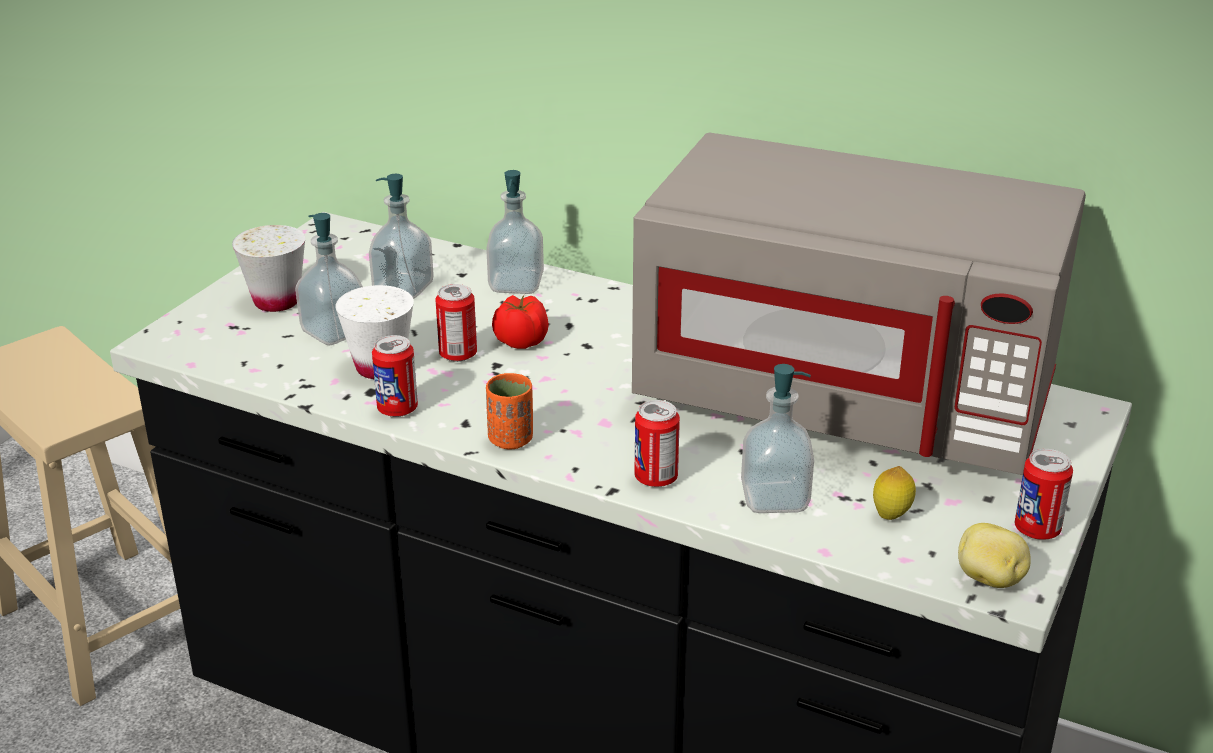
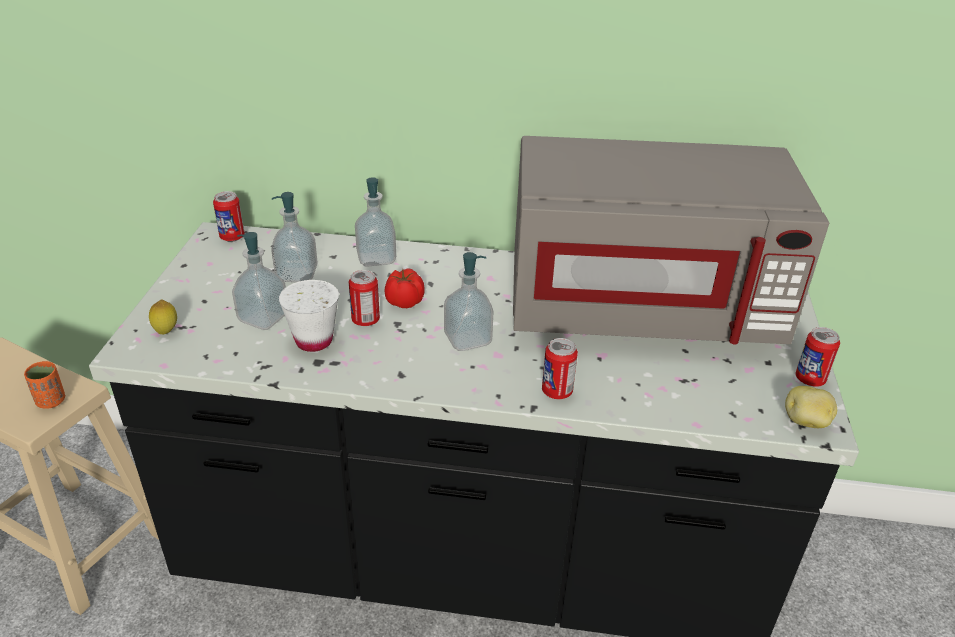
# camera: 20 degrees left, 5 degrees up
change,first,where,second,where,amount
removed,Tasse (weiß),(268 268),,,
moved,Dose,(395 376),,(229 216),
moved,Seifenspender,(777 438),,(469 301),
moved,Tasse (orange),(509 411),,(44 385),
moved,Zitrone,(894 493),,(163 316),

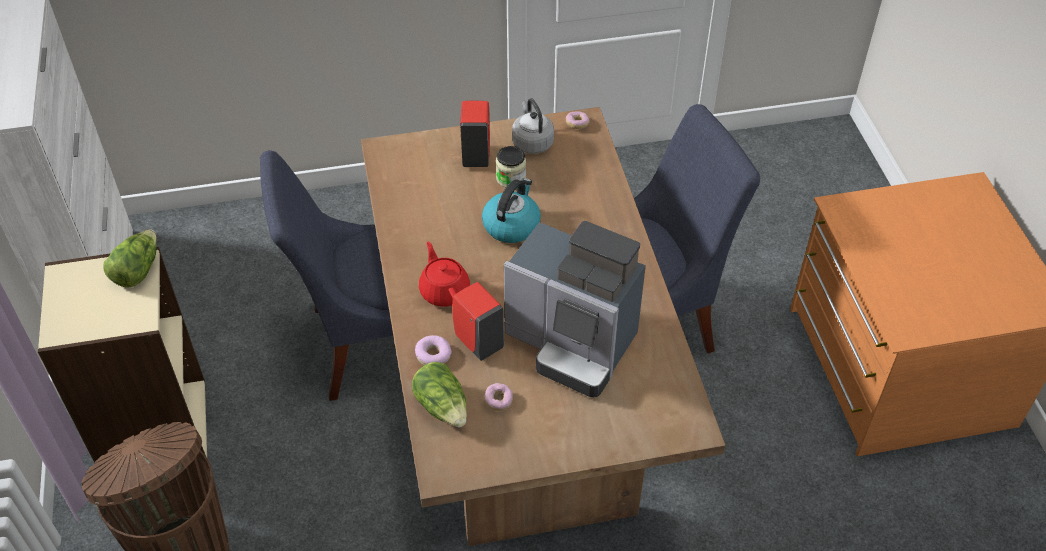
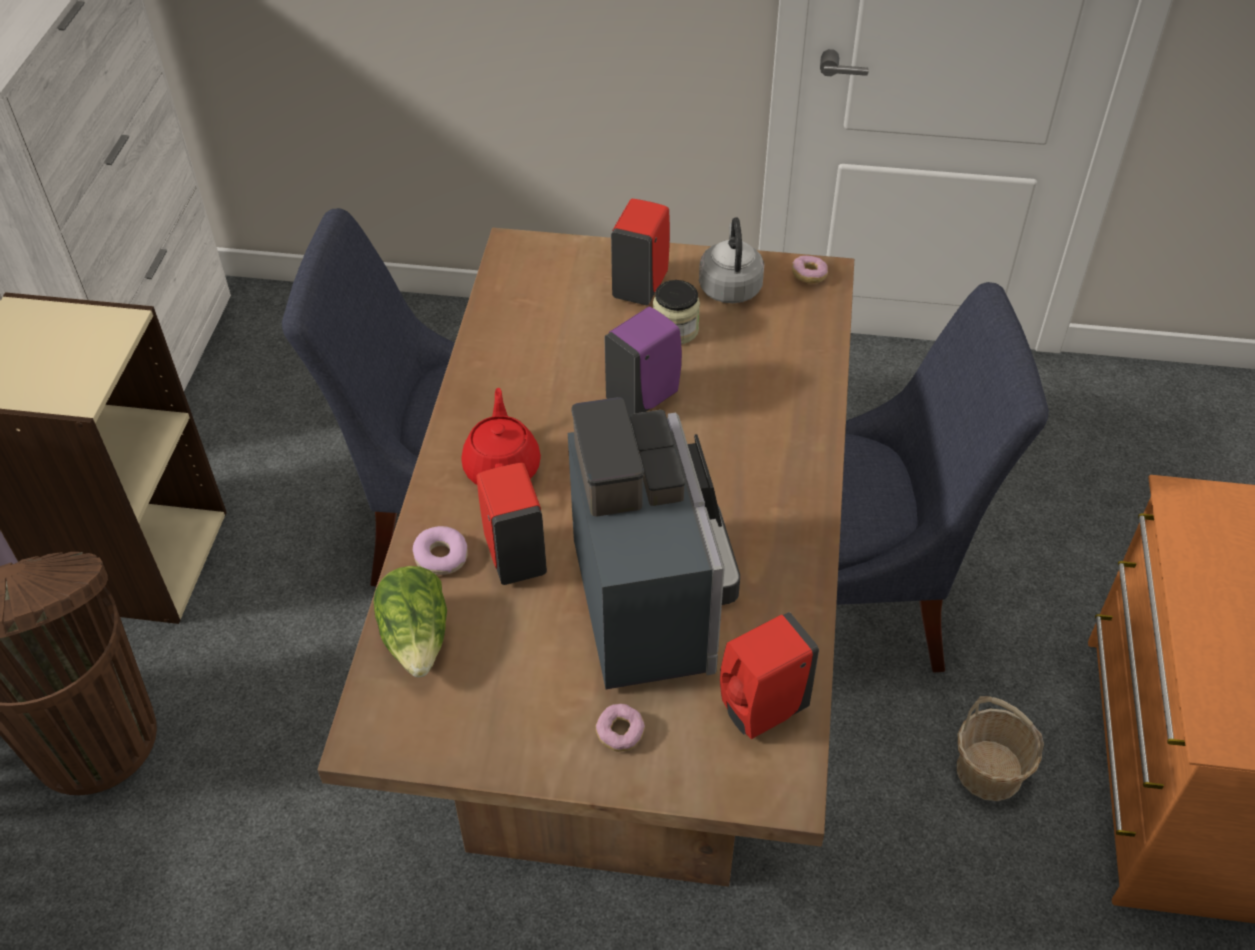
# camera: 20 degrees right, 0 degrees up
change,first,where,second,where,amount
replaced,Wasserkessel,(511 210),Seifenspender (lila),(643 361),
turned,Kaffeemaschine,(575 309),,(654 543),150 degrees counterclockwise
removed,Salatkopf,(130 258),,,
moved,Donut,(498 397),,(620 728),
added,,,Seifenspender (rot),(769 675),
added,,,Korb,(1000 748),

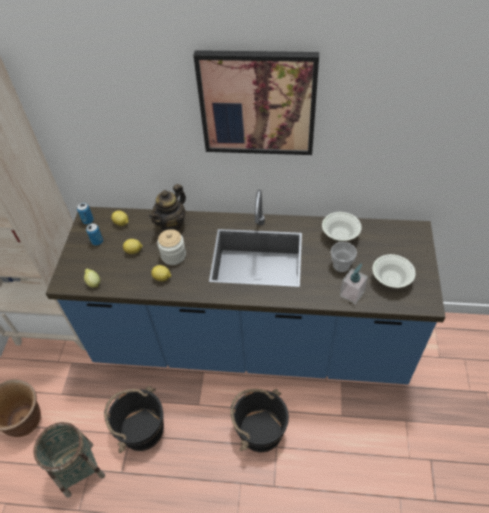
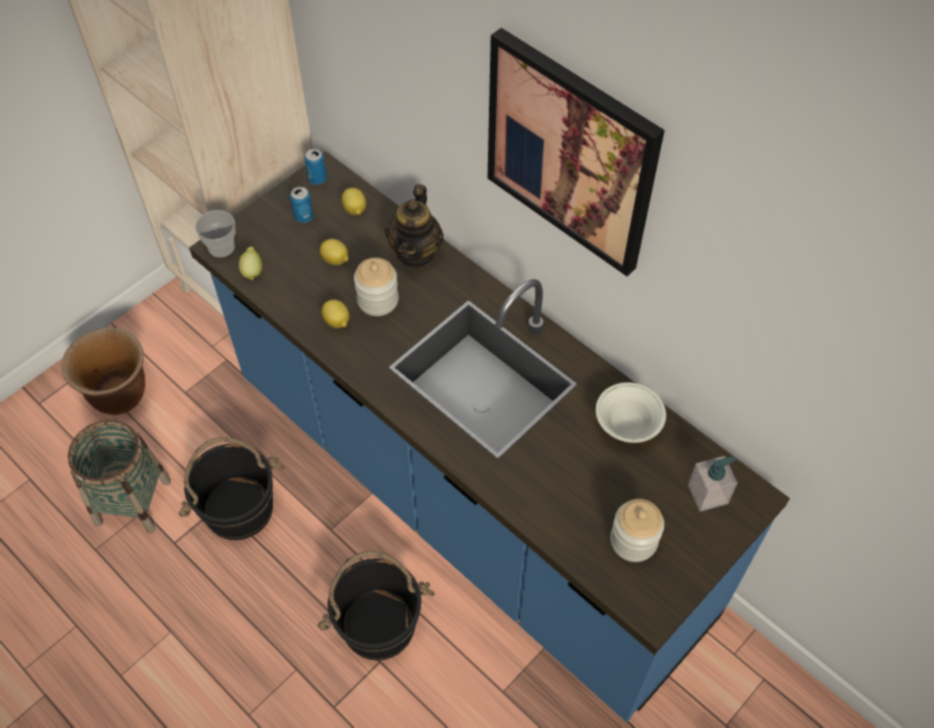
# camera: 35 degrees right, 5 degrees up
change,first,where,second,where,amount
turned,Teekanne,(167 207),,(414 226),60 degrees counterclockwise
moved,Tasse,(344 257),,(215 234),
replaced,Schüssel (weiß),(394 271),Vorratsglas,(637 530),
moved,Seifenspender,(354 284),,(713 484),

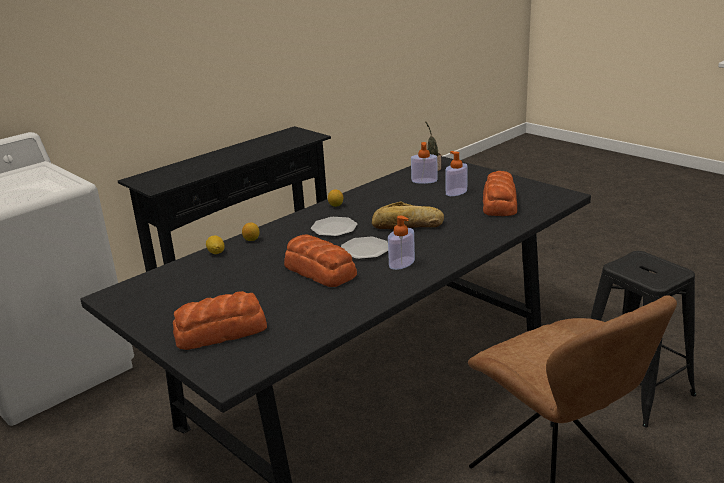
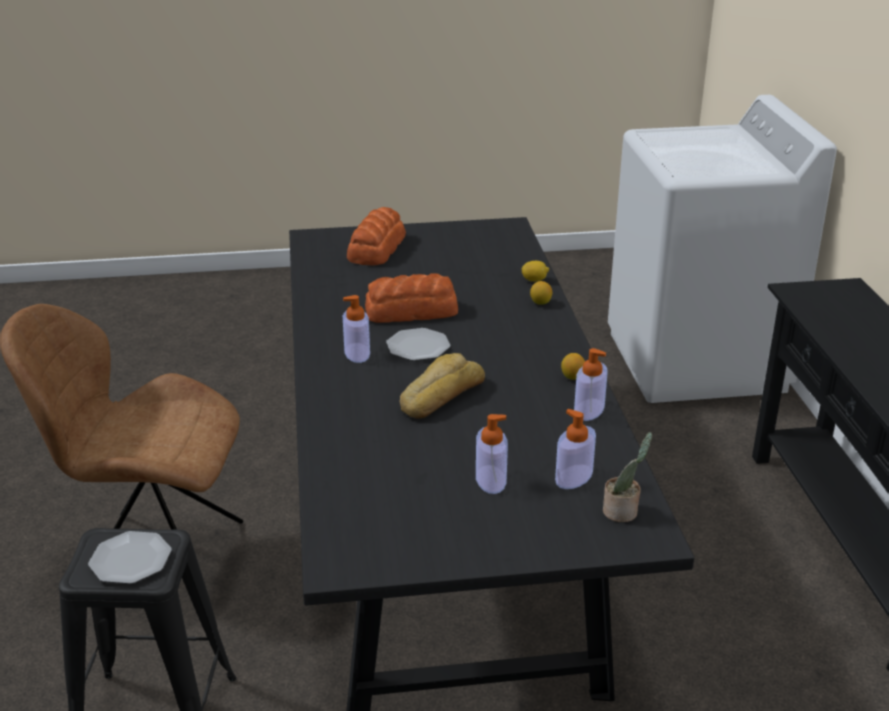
# camera: 125 degrees right, 5 degrees up
change,first,where,second,where,amount
removed,Brot,(500 193),,,
moved,Teller,(334 227),,(130 557),
added,,,Seifenspender,(591 384),

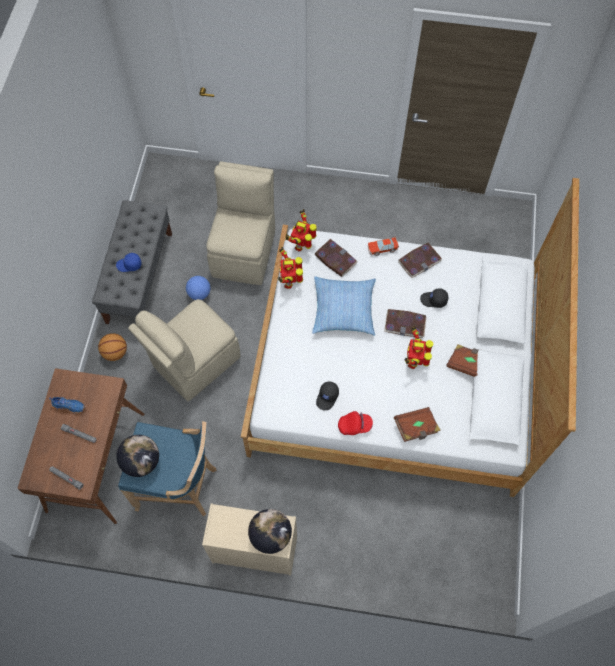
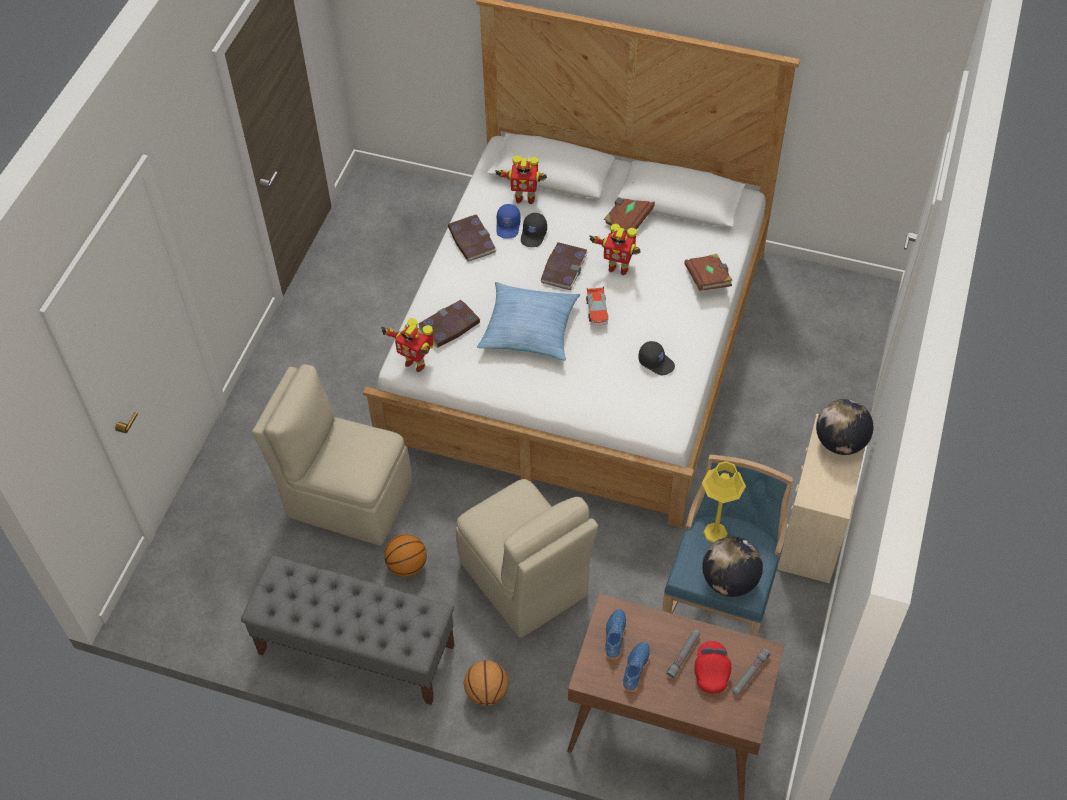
# camera: 80 degrees left, 10 degrees down
change,first,where,second,where,amount
moved,Spielzeugauto,(383 246),,(597 306),
moved,Spielzeugroboter,(290 268),,(521 180),
moved,Kappe (blau),(129 262),,(508 221),
replaced,Fußball,(198 288),Basketball,(405 555),
moved,Kappe (rot),(355 423),,(712 667),
added,,,Tischlampe (gelb),(724 502),
added,,,Schuh (blau),(615 634),

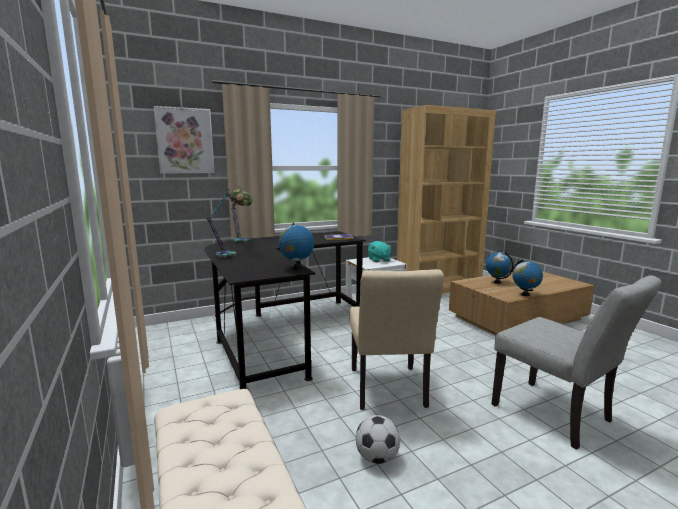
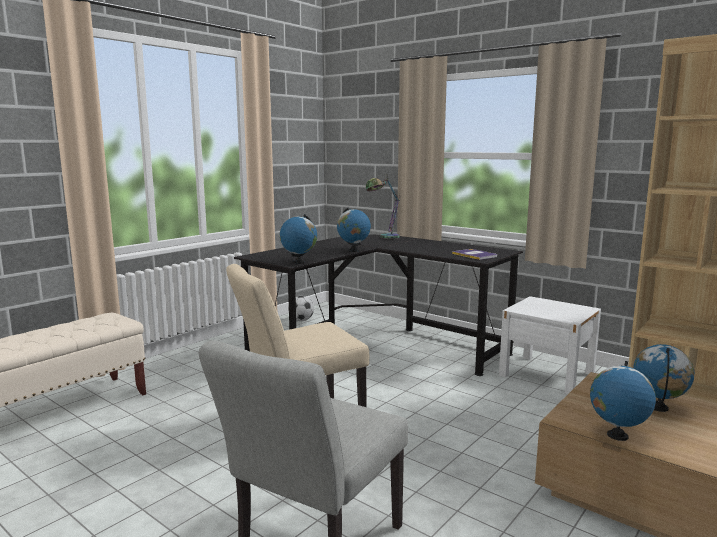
# camera: 65 degrees right, 0 degrees up
change,first,where,second,where,amount
removed,Bild,(184 140),,,
removed,Tischlampe,(228 224),,,
removed,Plüschtier (türkis),(380 251),,,
moved,Fußball,(378 439),,(301 308),
added,,,Globus,(354 230),

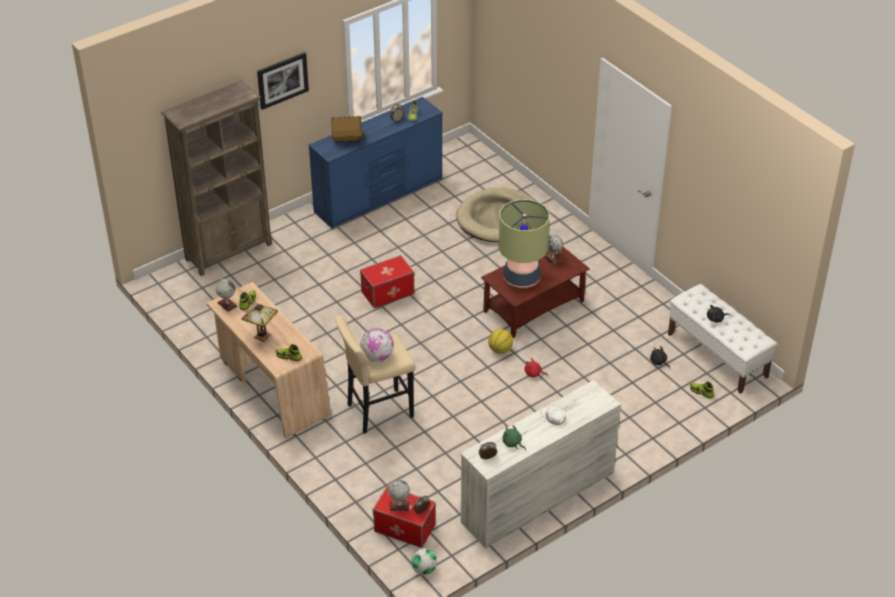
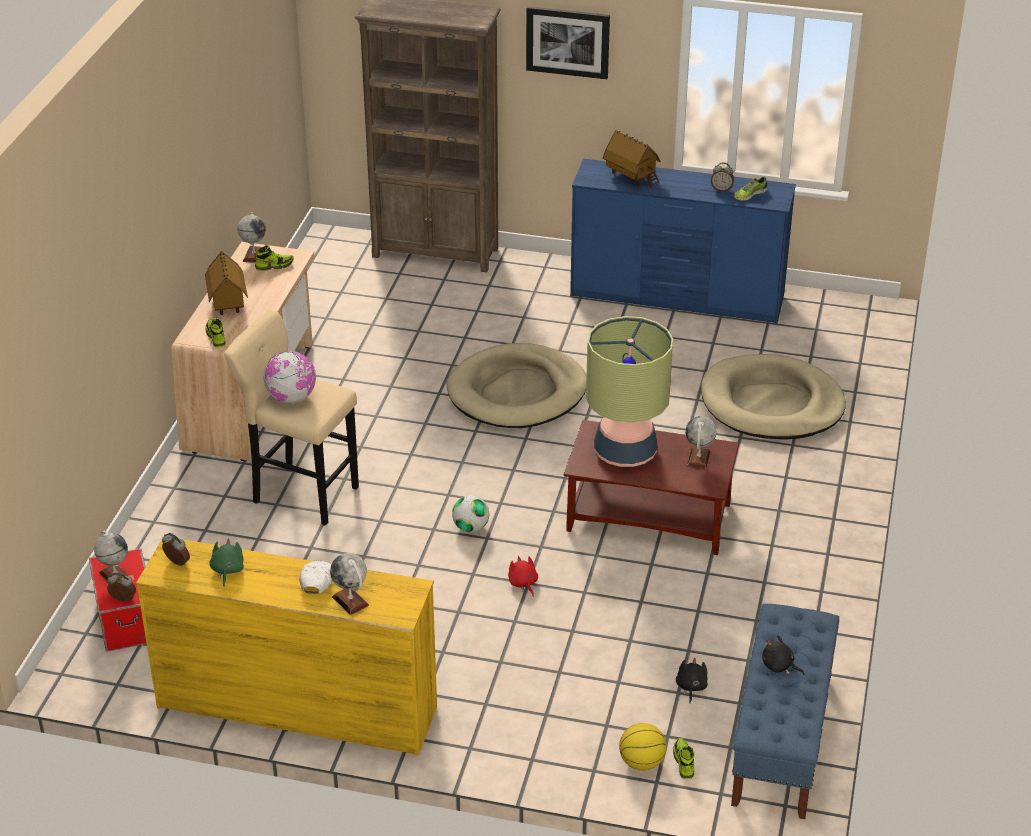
# camera: 50 degrees right, 5 degrees down
change,first,where,second,where,amount
replaced,Aufbewahrungsbox,(387 281),Hundebett (beige),(517 385),
recoloured,Bank (weiß),(722 339),Bank (blau),(785 711),
replaced,Tischlampe,(260 322),Spielzeughaus,(226 283),
moved,Basketball,(500 341),,(643 747),
recoloured,Kommode (weiß),(541 464),Kommode (gelb),(286 647),
moved,Fußball,(424 561),,(470 514),
added,,,Globus,(349 584),

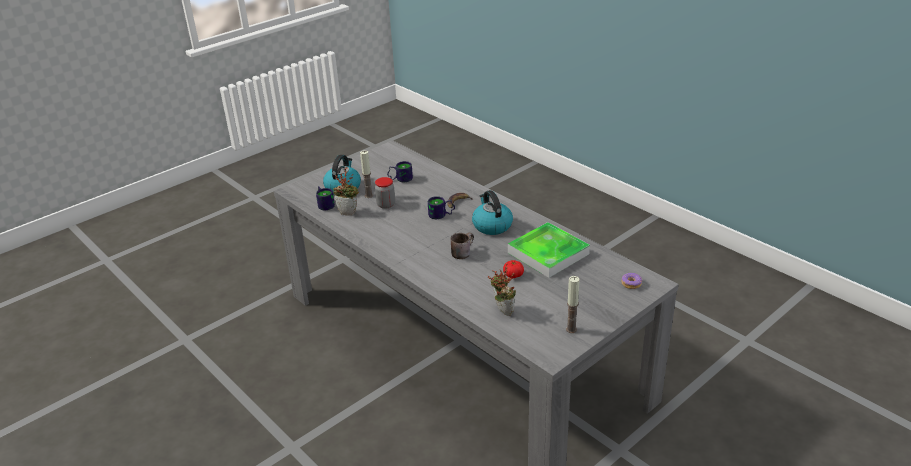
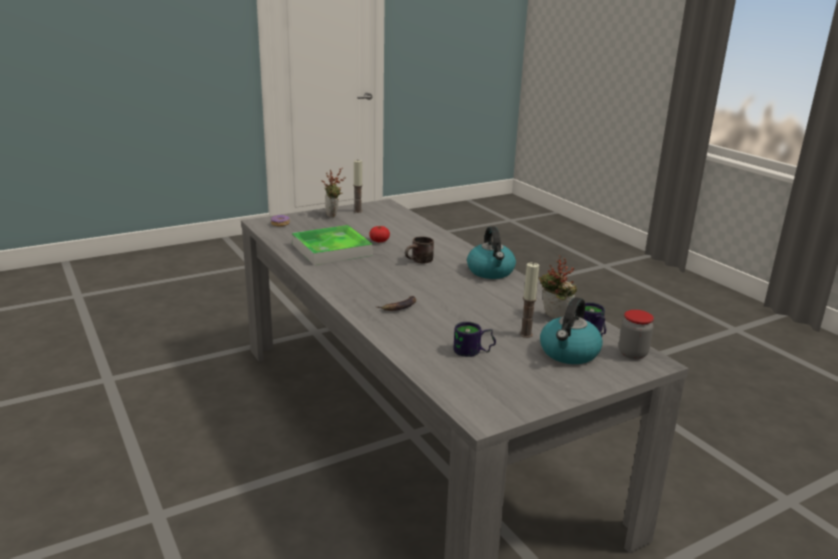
# camera: 170 degrees left, 10 degrees down
change,first,where,second,where,amount
moved,Vorratsglas,(385 193),,(636 334),
moved,Wasserkessel,(492 212),,(491 252),
removed,Henkelbecher,(441 207),,,
moved,Topfpflanze,(502 289),,(333 193),

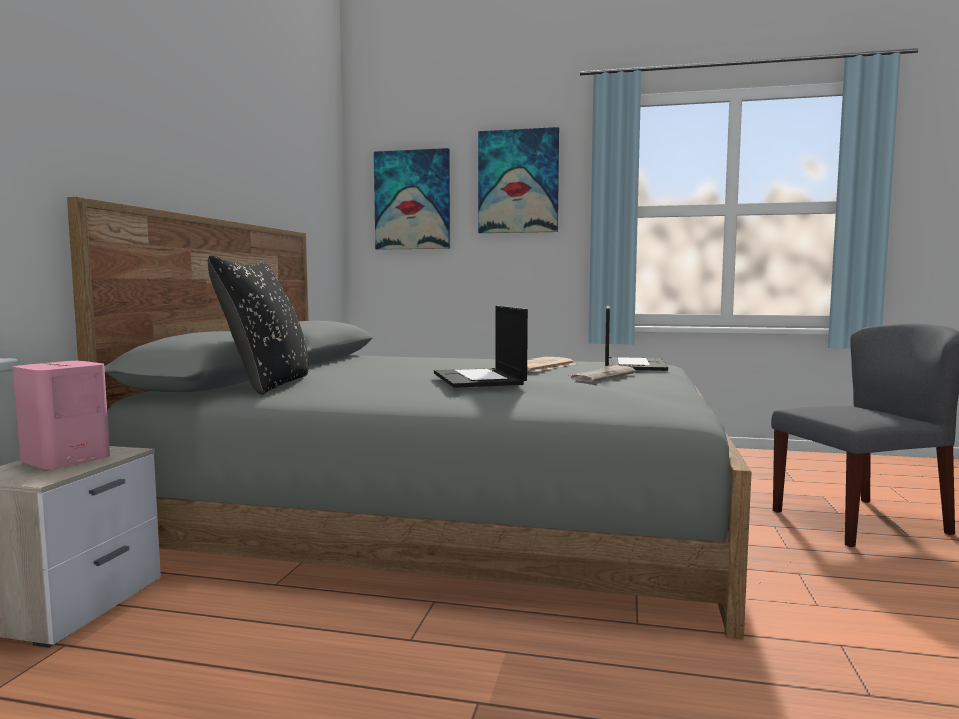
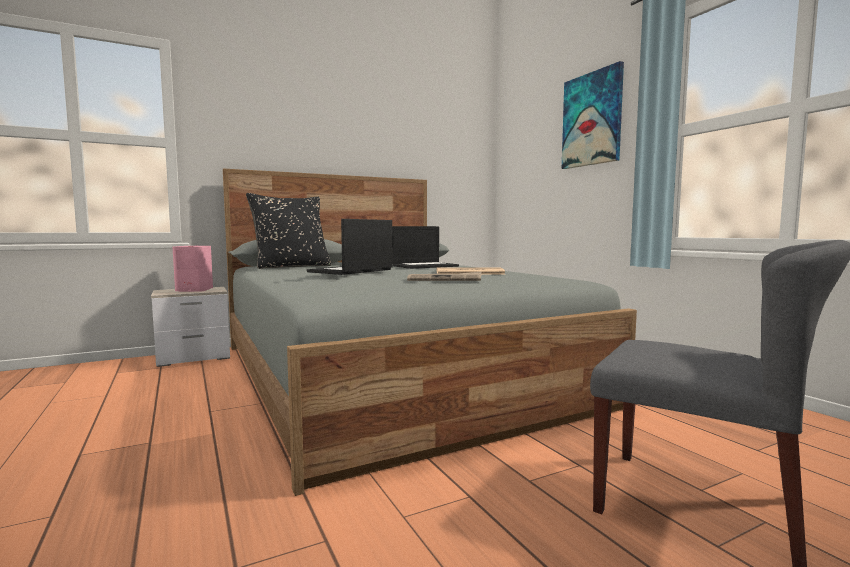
# camera: 50 degrees right, 0 degrees up
change,first,where,second,where,amount
removed,Bild,(412 199),,,
moved,Laptop,(636 338),,(425 247),

